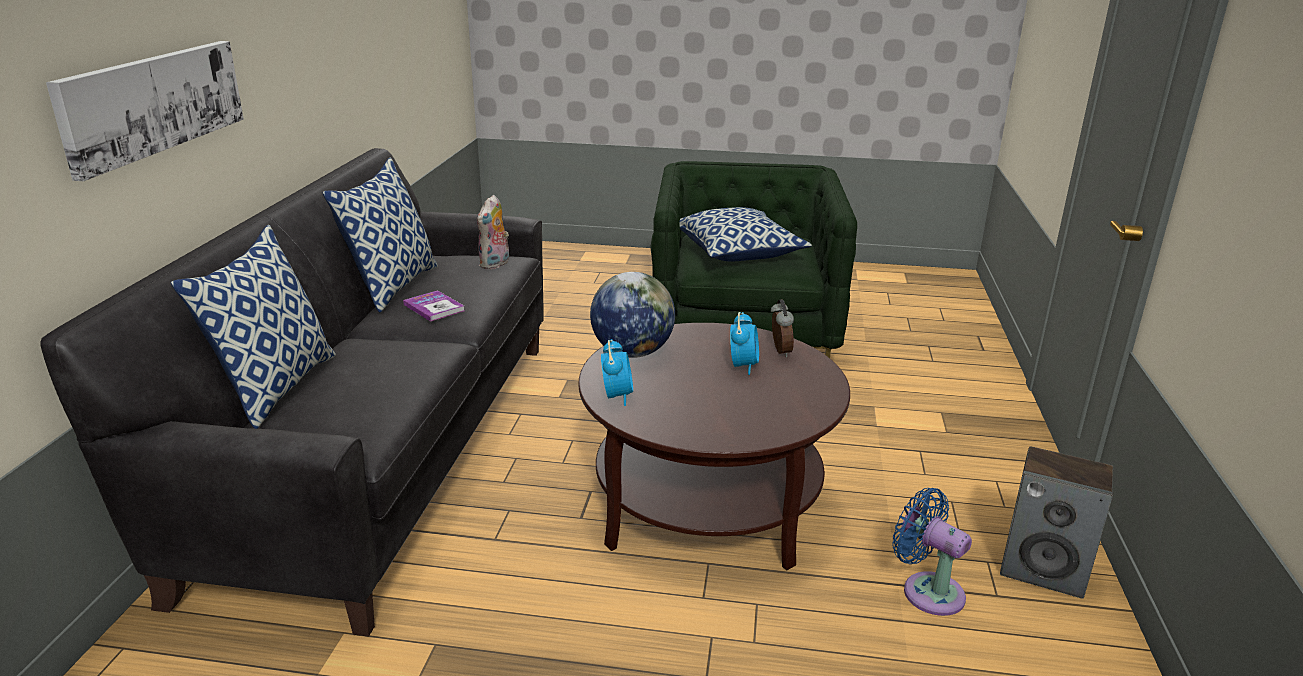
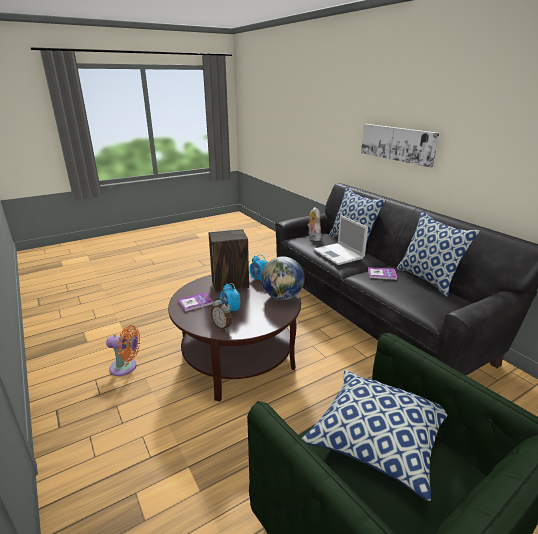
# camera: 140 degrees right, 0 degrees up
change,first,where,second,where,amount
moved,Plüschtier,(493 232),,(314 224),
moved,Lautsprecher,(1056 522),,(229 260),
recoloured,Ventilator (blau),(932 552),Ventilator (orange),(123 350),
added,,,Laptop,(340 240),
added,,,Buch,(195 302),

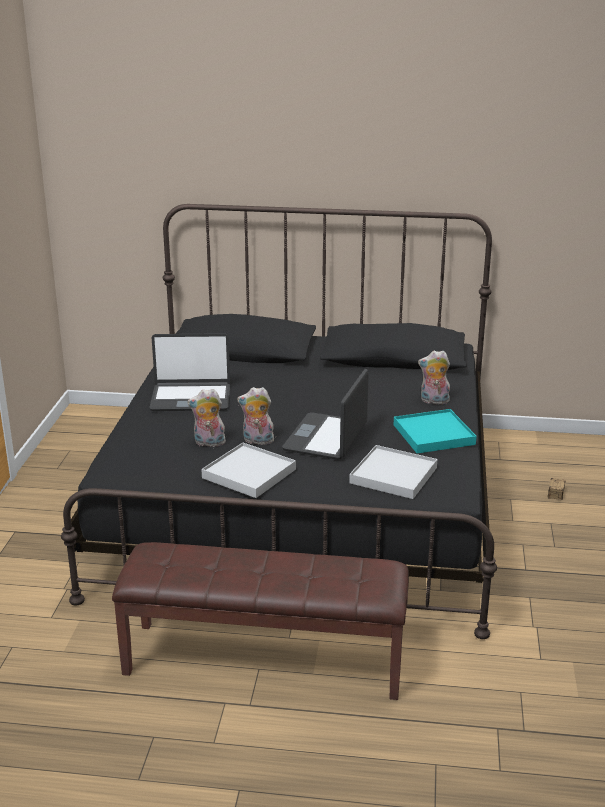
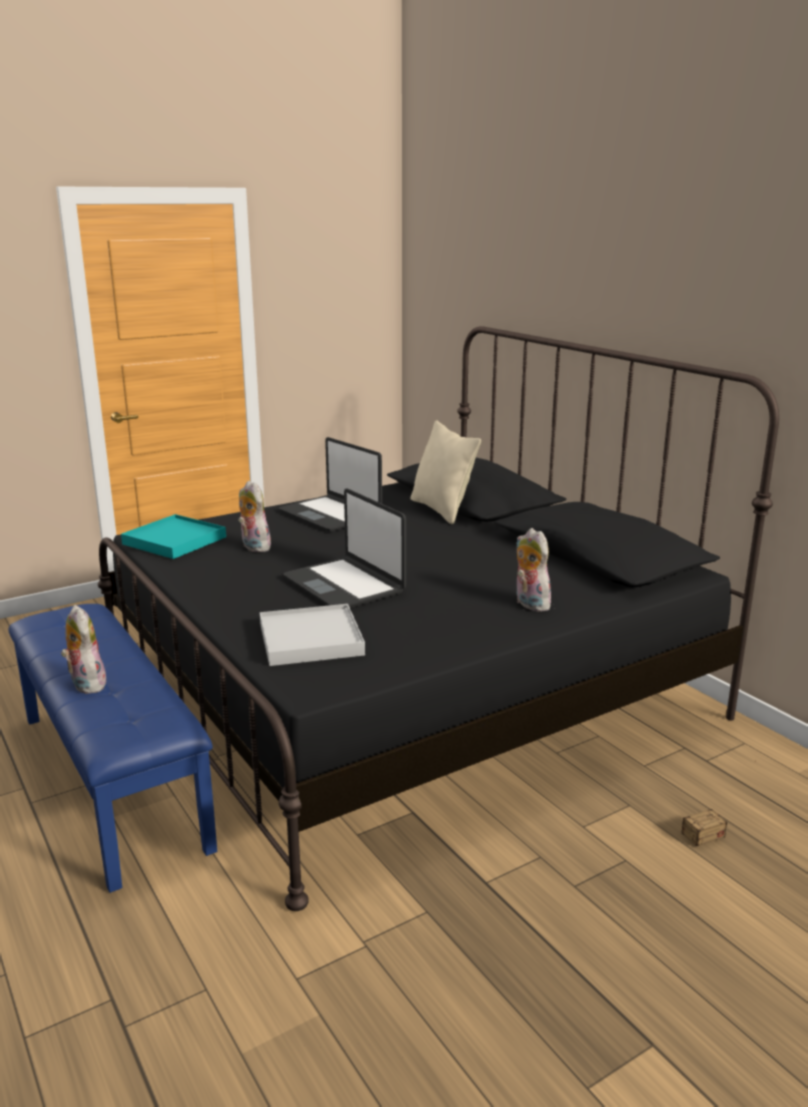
# camera: 50 degrees right, 5 degrees down
change,first,where,second,where,amount
turned,Laptop,(325 414),,(344 548),105 degrees counterclockwise
moved,Plüschtier,(255 416),,(84 649),
moved,Tablett (türkis),(435 431),,(173 536),
removed,Tablett (weiß),(248 470),,,
recoloured,Bank (braun),(260 621),Bank (blau),(113 748),
added,,,Kissen (beige),(446 472),

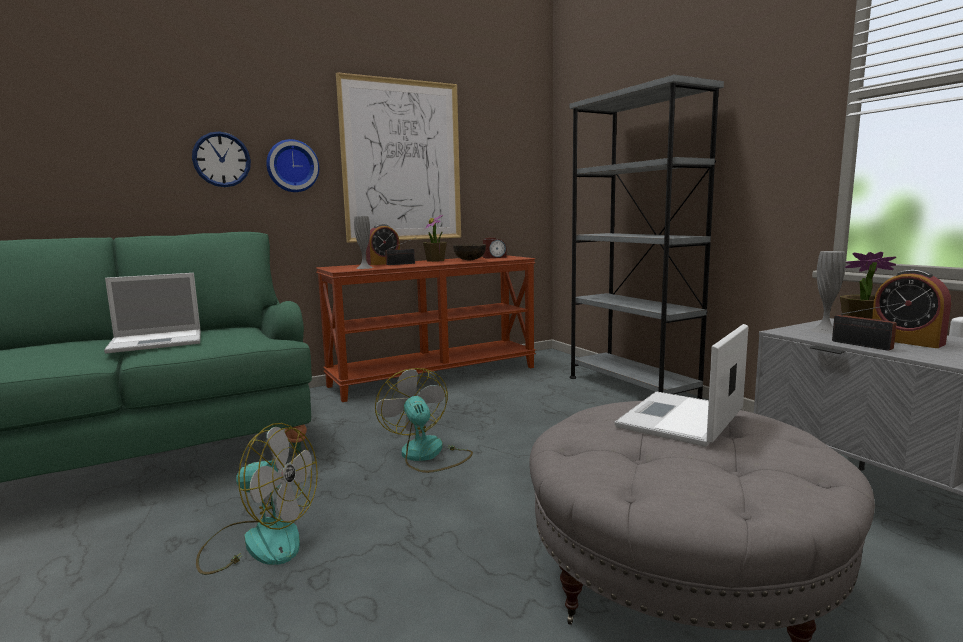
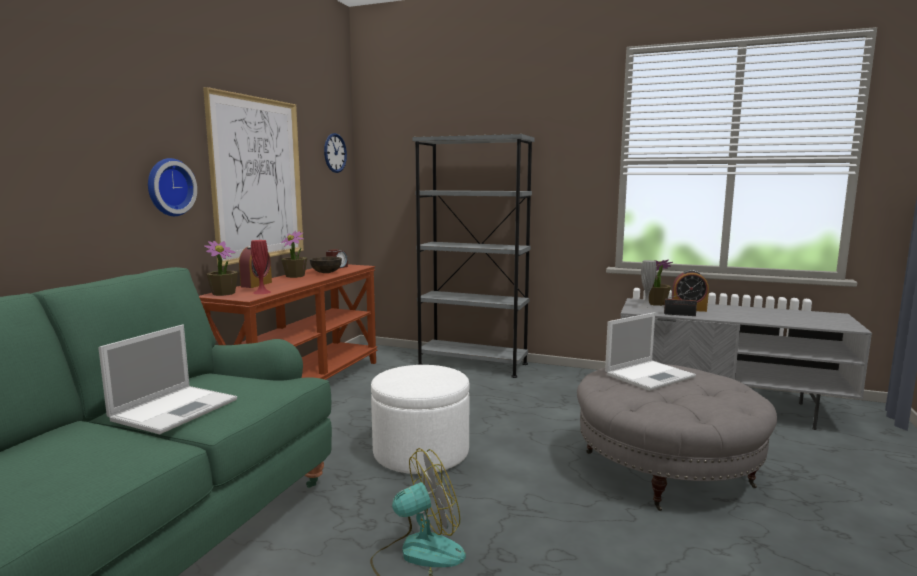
# camera: 40 degrees left, 0 degrees up
change,first,where,second,where,amount
moved,Wanduhr,(221 159),,(335 153),
recoloured,Vase (grau),(363 242),Vase (rot),(261 267),
removed,Radio,(400 251),,,
turned,Laptop,(681 385),,(650 351),120 degrees counterclockwise
replaced,Ventilator,(424 420),Polsterhocker (weiß),(420 419),
added,,,Topfpflanze,(221 268),

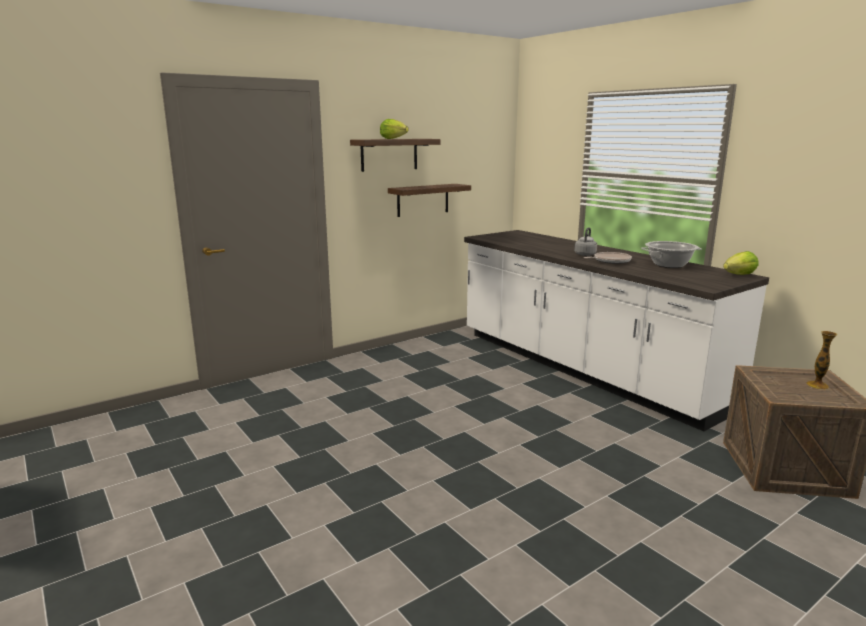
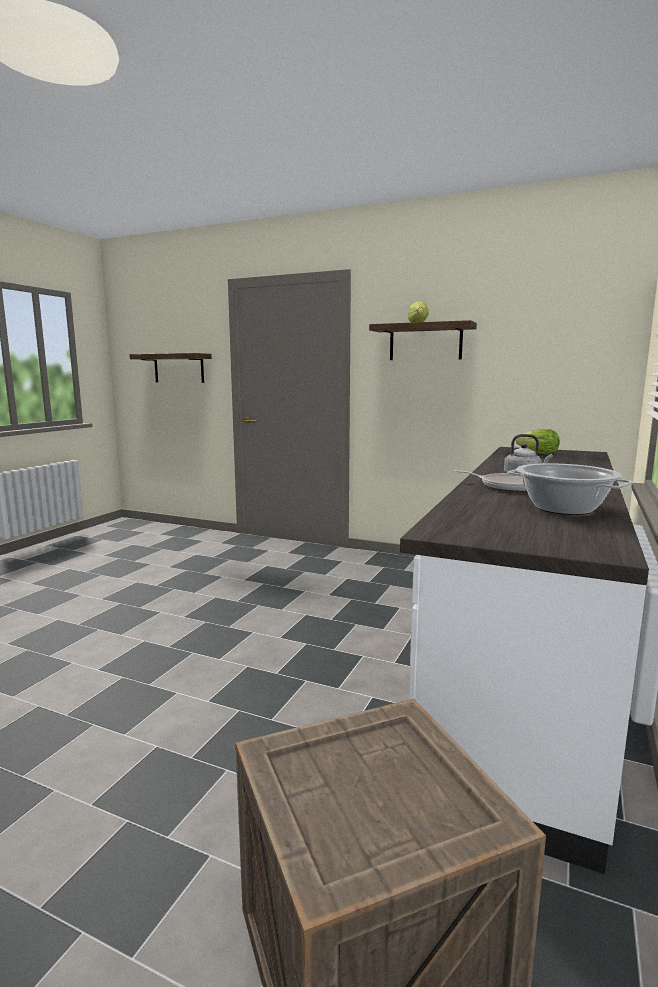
# camera: 60 degrees right, 5 degrees down
change,first,where,second,where,amount
moved,Wandregal,(429 200),,(171 368),
moved,Salatkopf,(740 263),,(538 441),
removed,Vase,(821 360),,,

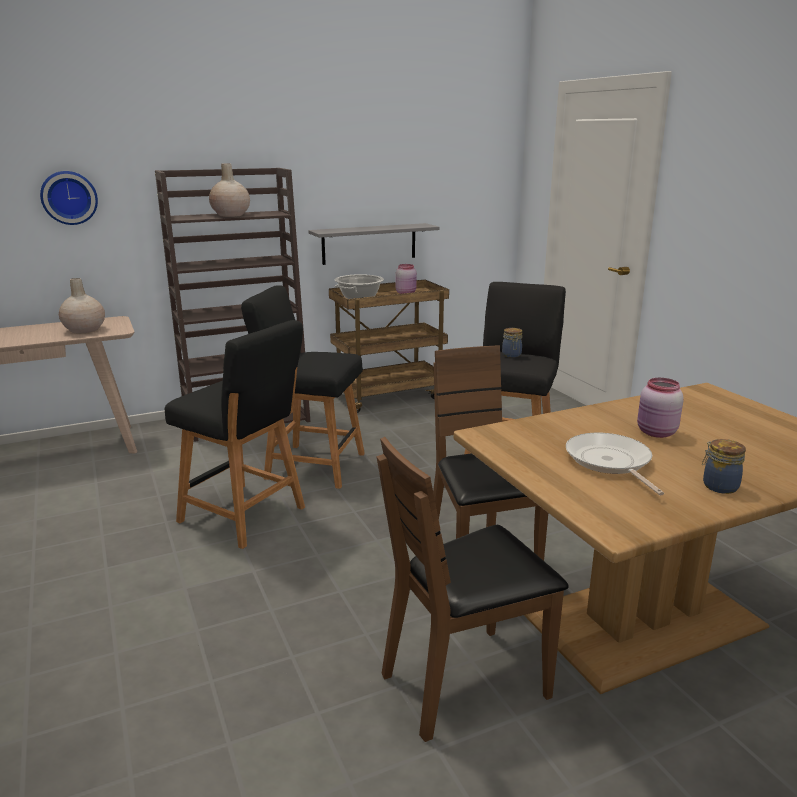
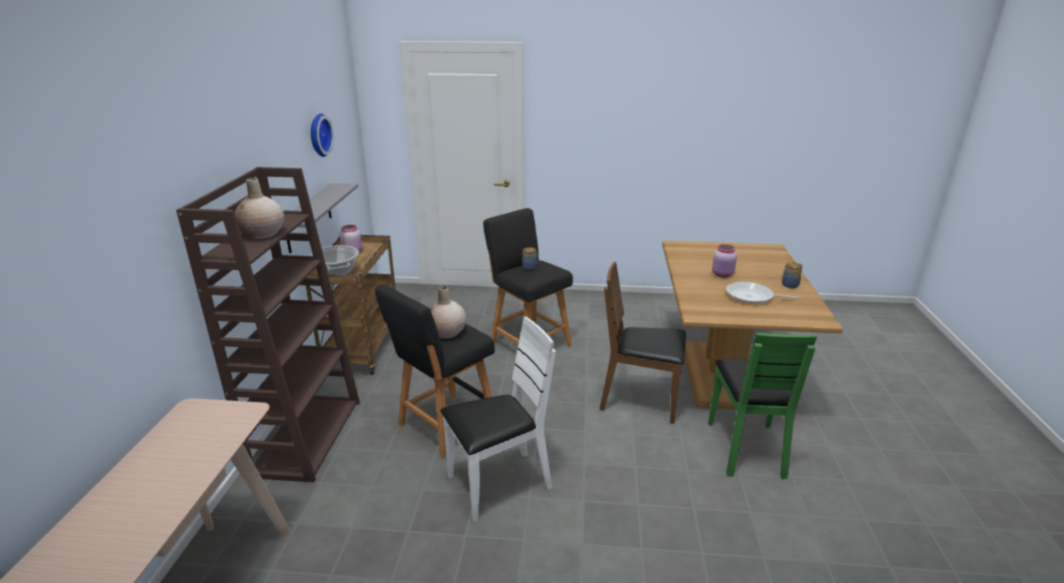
# camera: 60 degrees left, 5 degrees up
change,first,where,second,where,amount
moved,Wanduhr,(69 198),,(322 135),
moved,Vase (beige),(82 305),,(447 312),
replaced,Hocker (schwarz),(235 434),Stuhl (weiß),(498 419),
recoloured,Stuhl (braun),(473 589),Stuhl (grün),(762 406),

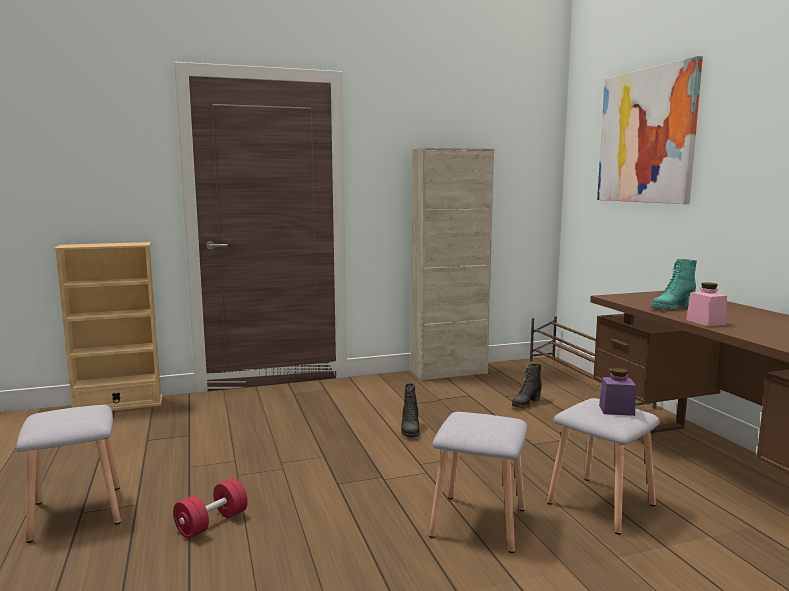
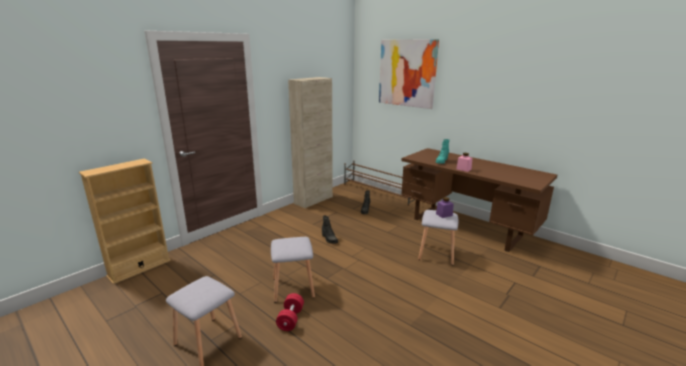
# camera: 30 degrees left, 10 degrees up
change,first,where,second,where,amount
moved,Hocker (grau),(478 482),,(293 270),

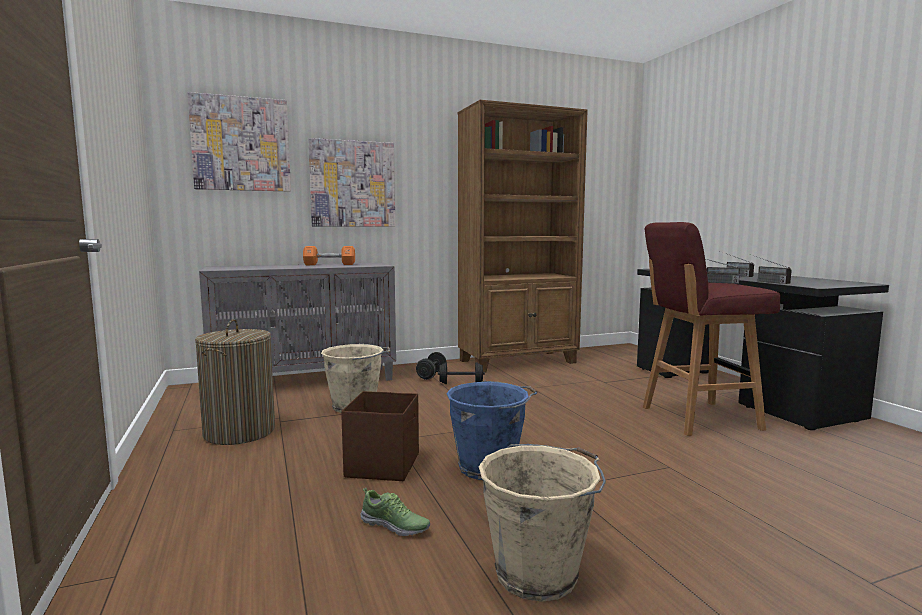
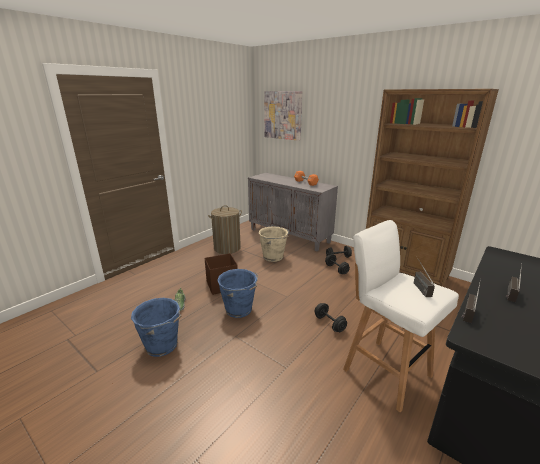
# camera: 60 degrees right, 15 degrees up
change,first,where,second,where,amount
removed,Bild,(351 182),,,
recoloured,Hocker (rot),(712 329),Hocker (weiß),(401 316),
recoloured,Eimer (beige),(542 523),Eimer (blau),(156 327),
added,,,Hantel (schwarz),(330 317),

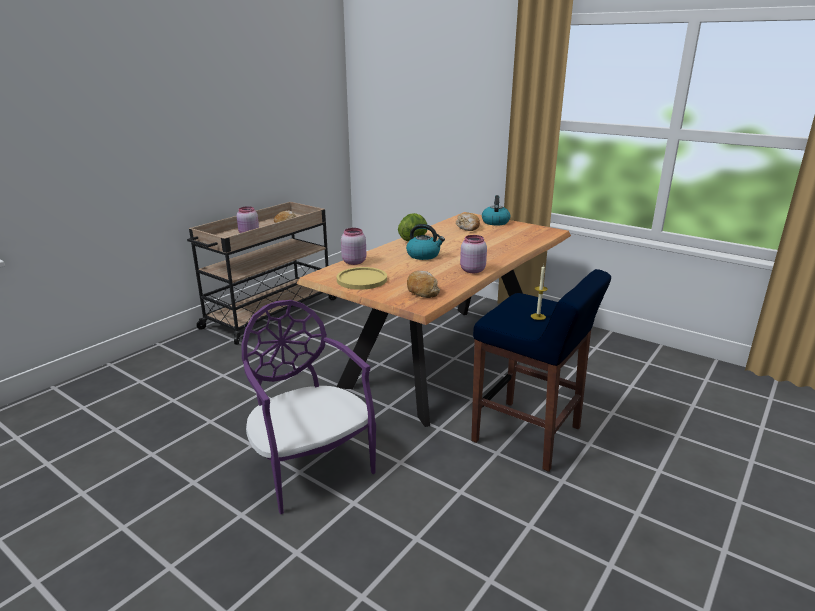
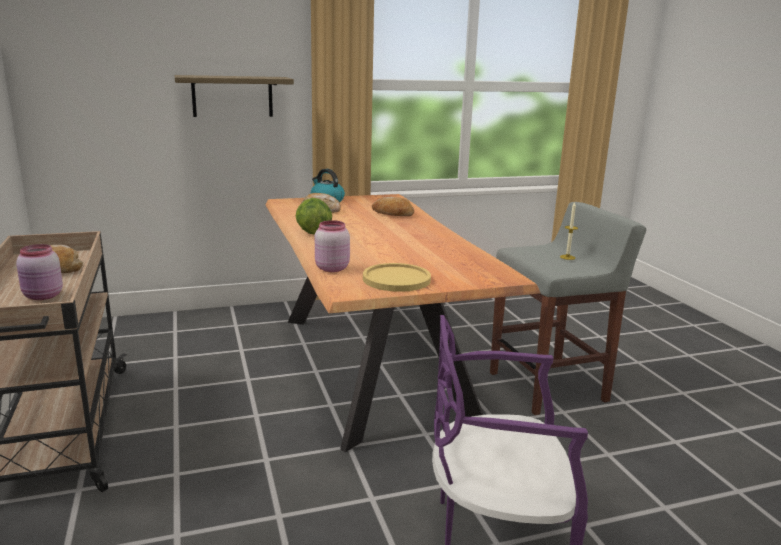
# camera: 55 degrees left, 5 degrees down
change,first,where,second,where,amount
removed,Wasserkessel,(425 242),,,
removed,Vorratsglas (rosa),(473 254),,,
recoloured,Hocker (blau),(541 370),Hocker (grau),(568 308),
moved,Brot,(423 284),,(393 206),
added,,,Wandregal,(234 96),

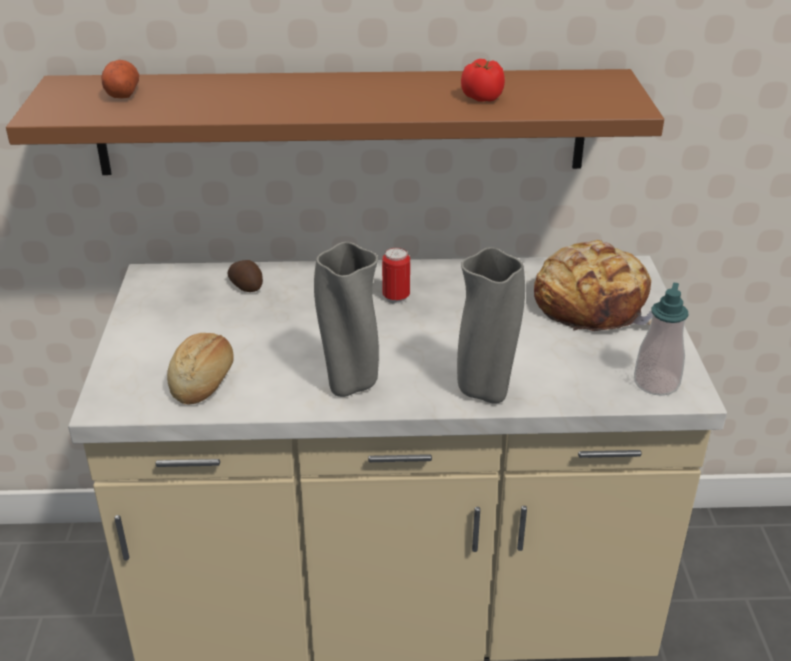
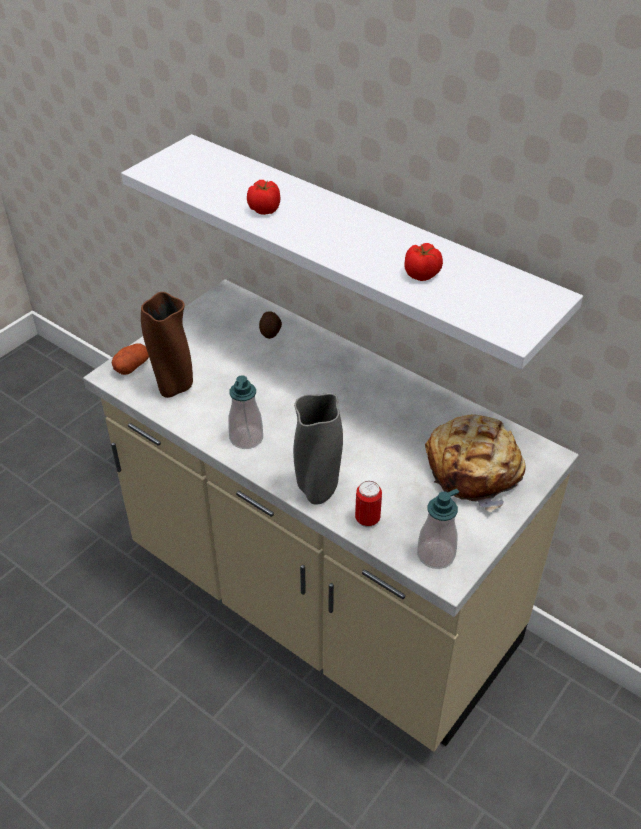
# camera: 40 degrees right, 10 degrees up
change,first,where,second,where,amount
moved,Kartoffel,(120 79),,(130 359),
recoloured,Wandregal (braun),(335 122),Wandregal (weiß),(352 251),
replaced,Vase (grau),(346 319),Seifenspender,(245 412),
moved,Dose,(396 276),,(368 504),
replaced,Brot,(200 369),Vase (braun),(167 345),
added,,,Tomate,(263 197),

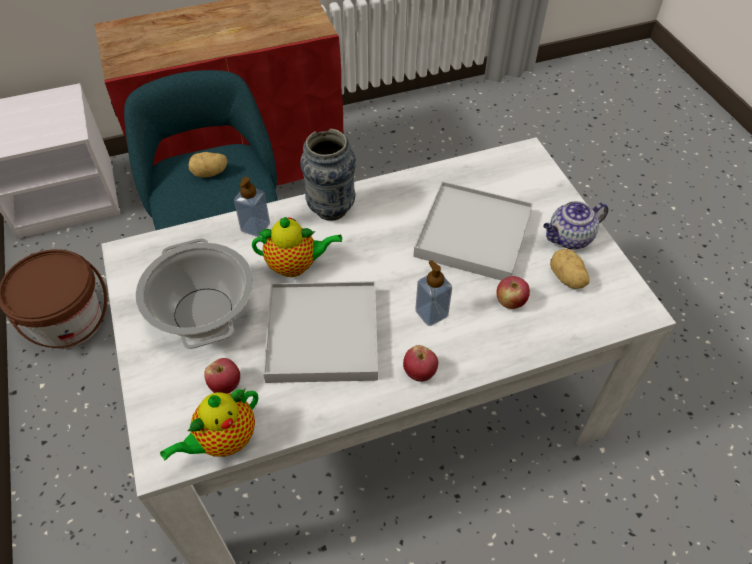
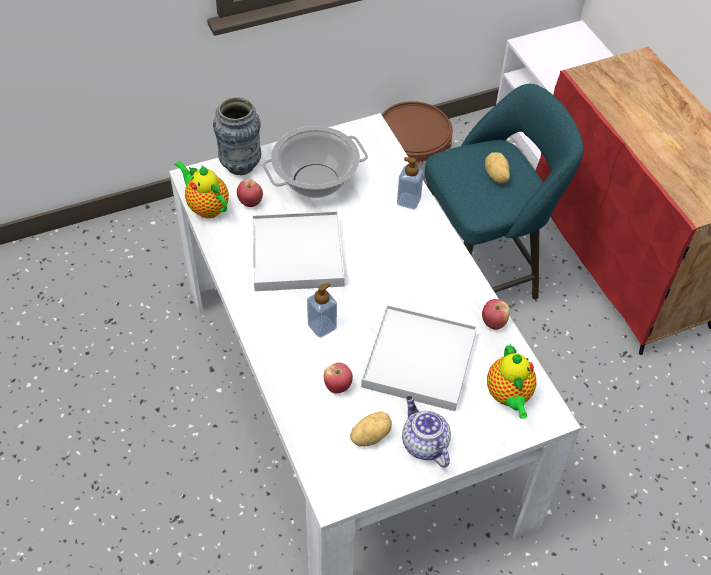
# camera: 85 degrees right, 0 degrees up
change,first,where,second,where,amount
moved,Vase,(328 175),,(237 136),
moved,Teekanne,(297 247),,(511 381),
moved,Apfel,(420 363),,(496 314),

